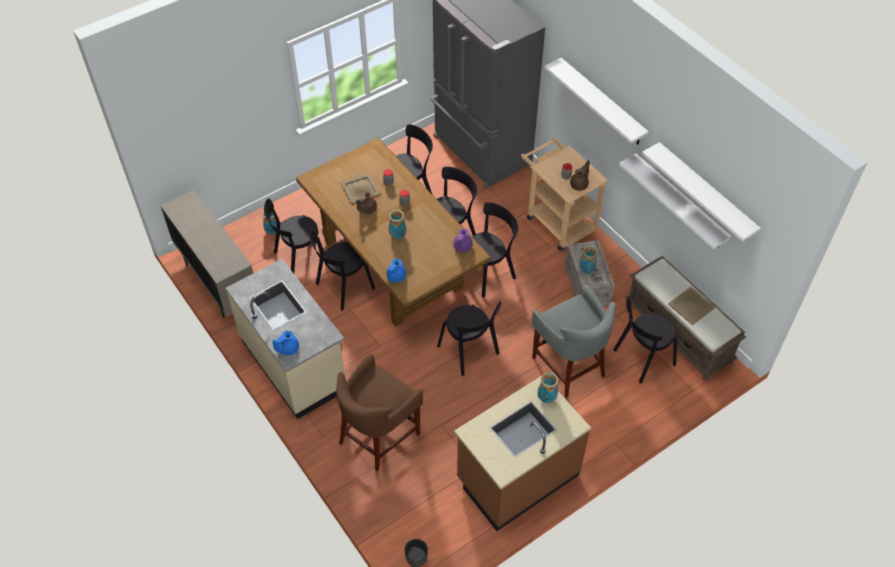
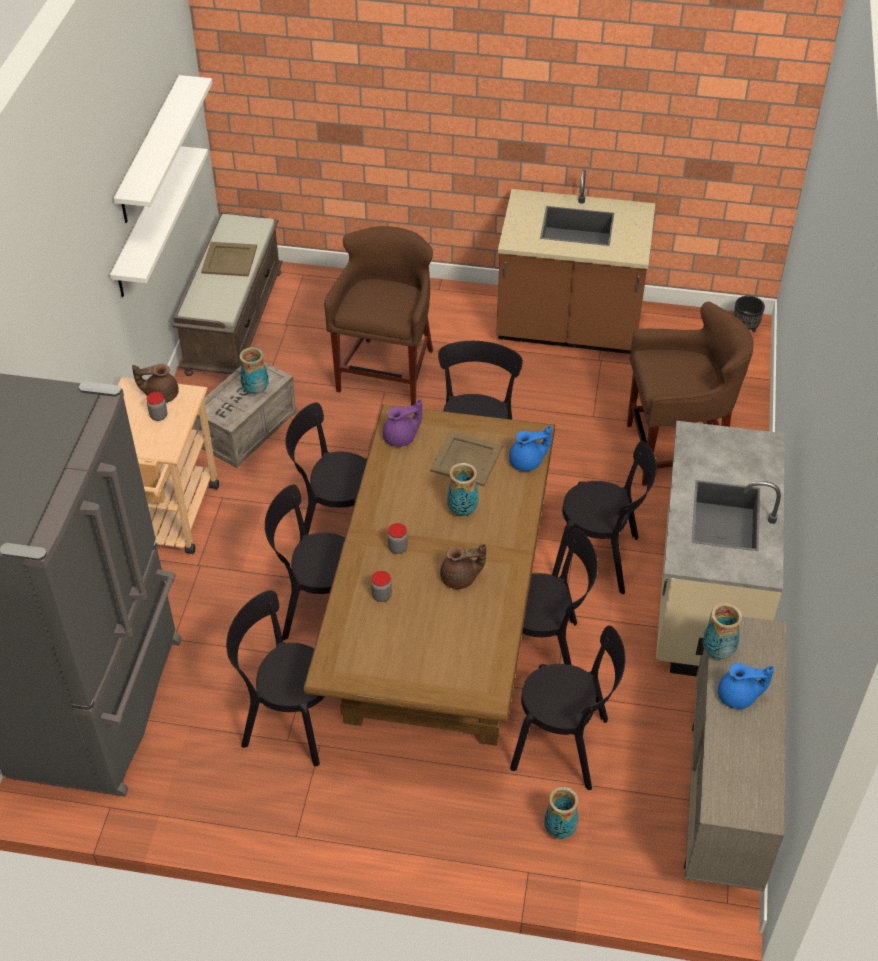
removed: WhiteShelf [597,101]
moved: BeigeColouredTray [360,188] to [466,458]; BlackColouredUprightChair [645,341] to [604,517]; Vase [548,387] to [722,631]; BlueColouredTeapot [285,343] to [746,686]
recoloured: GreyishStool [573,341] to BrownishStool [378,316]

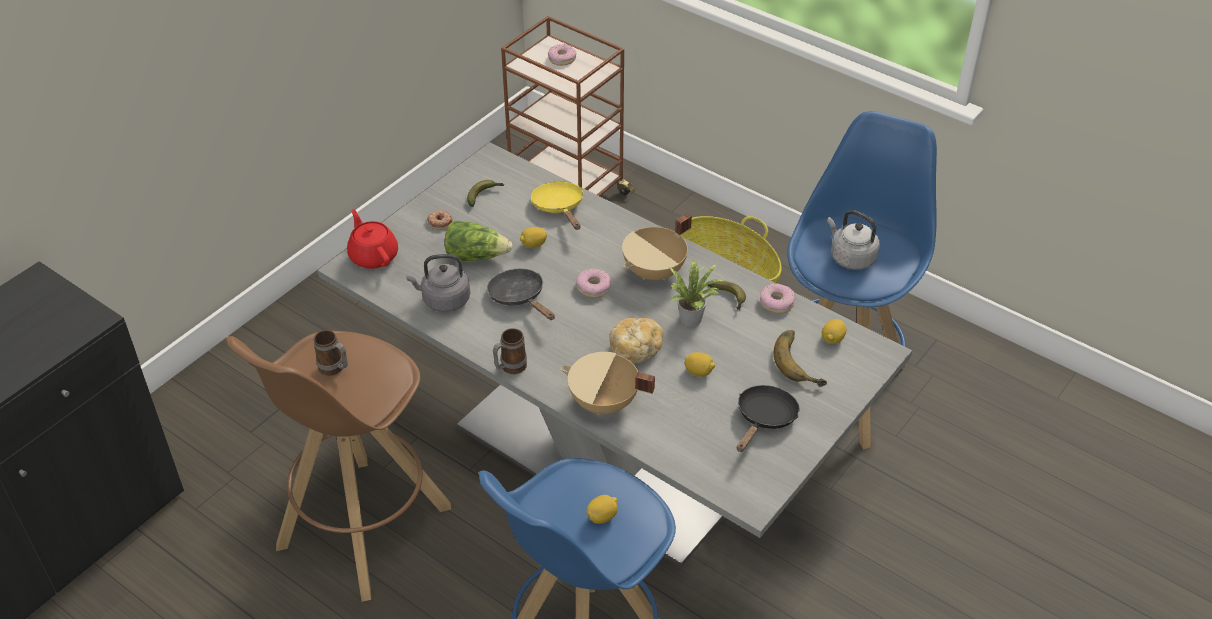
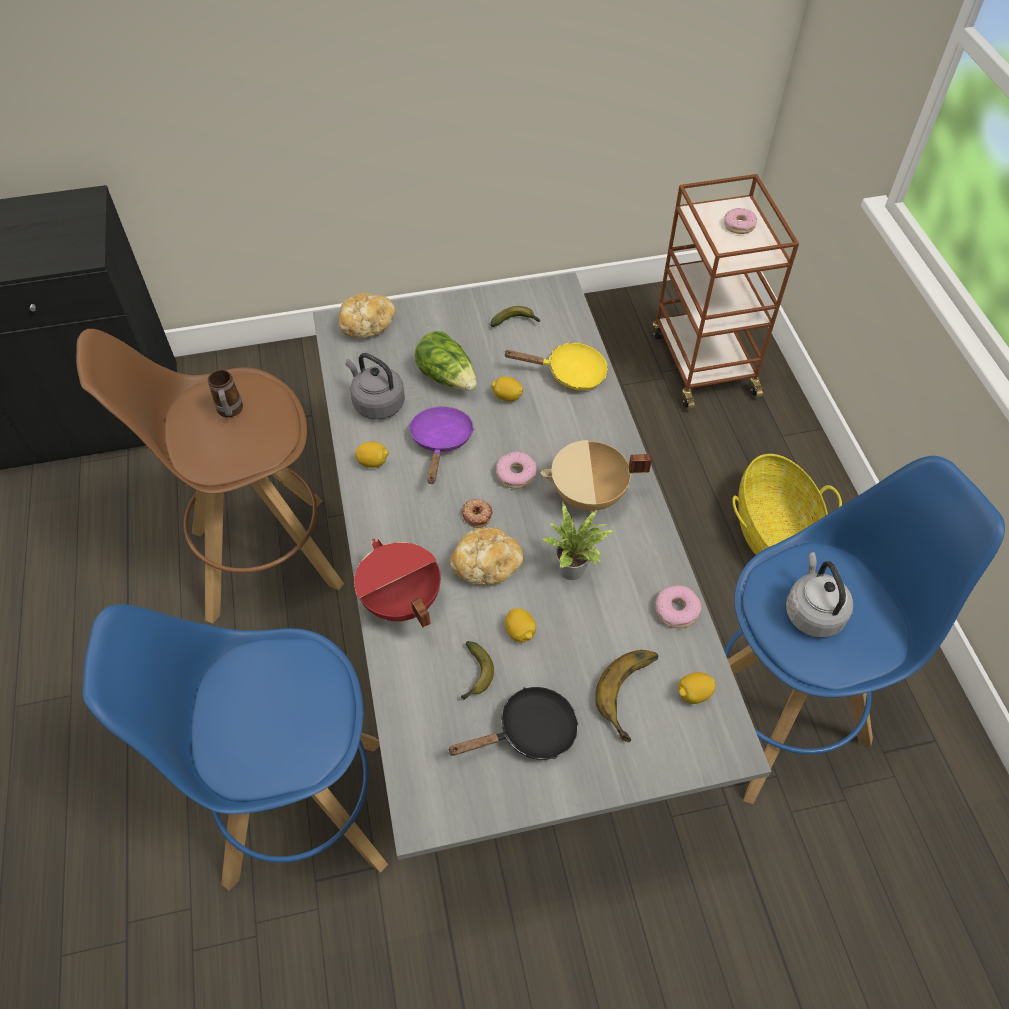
removed: Mug [510,351]
moved: Lemon [602,509] to [372,455]; BananaFruit [727,295] to [477,670]; Doughnut [439,220] to [477,513]
replaced: ReddishTeapot [372,239] to BakeryBread [367,315]
recoloured: BeigeColouredStockpot [608,383] to ReddishStockpot [397,583]; BlackColouredSkillet [521,294] to PurpleSkillet [441,445]
turned: YellowColouredSkillet [557,205] = [555,366] 75 degrees clockwise

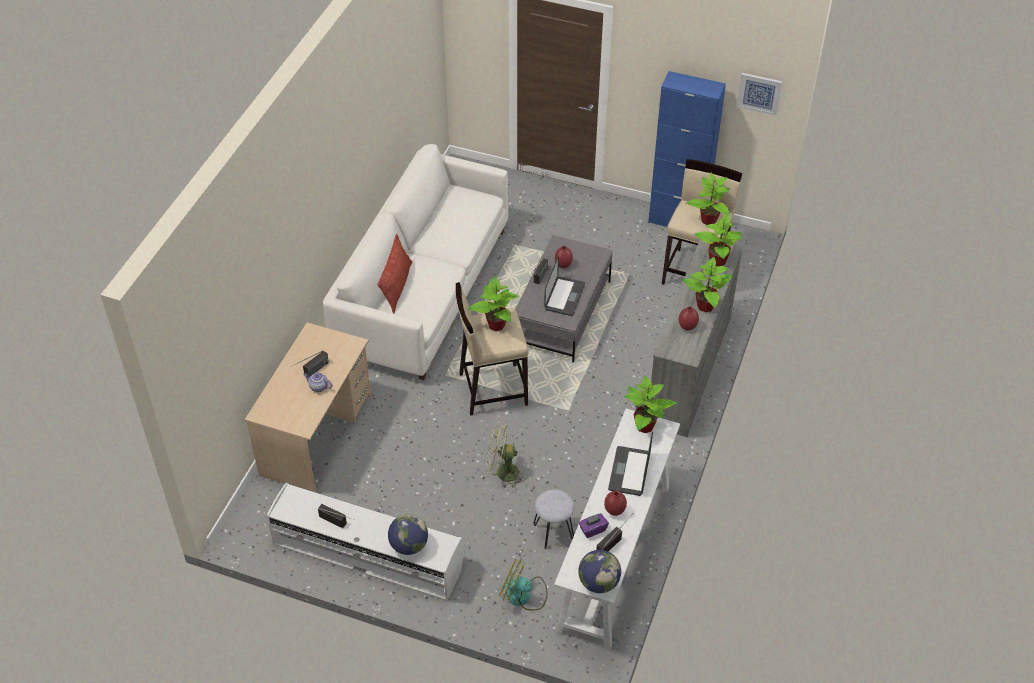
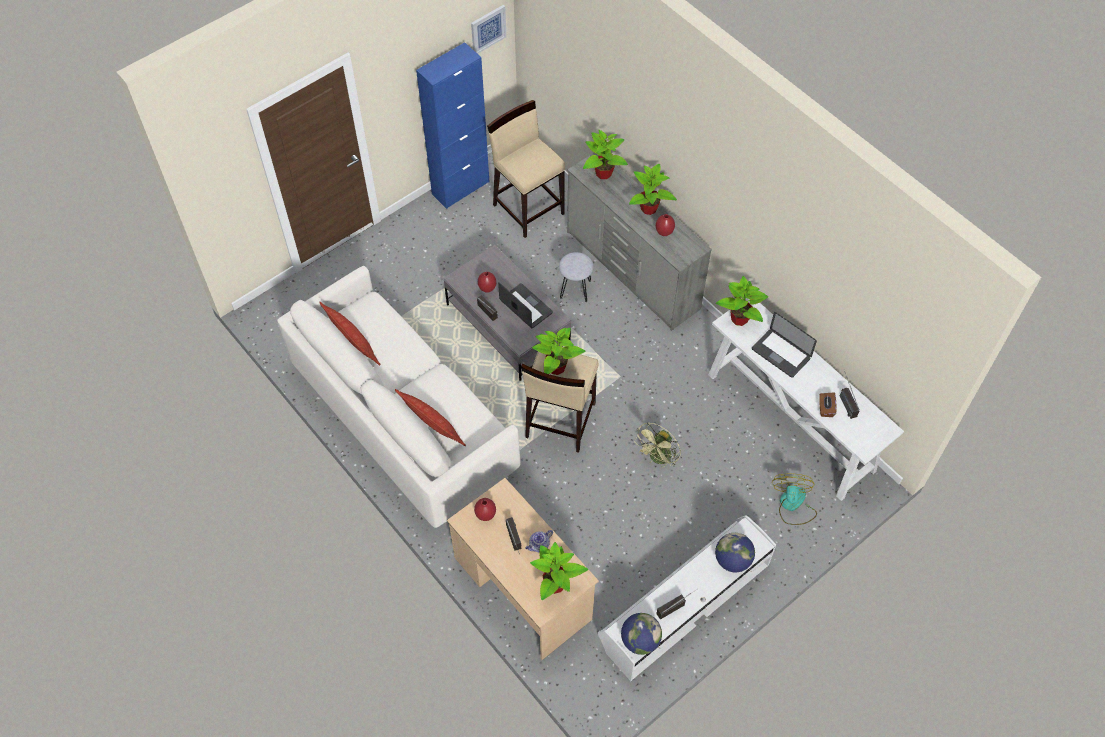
added: ThrowPillow [350,334]
moved: ReddishVase [615,503] to [485,509]; Houseplant [708,198] to [559,571]; GreyishStool [554,519] to [576,277]; DeskGlobe [599,571] to [641,634]
recoloured: PurpleBoxOfTissues [594,525] to BrownishBoxOfTissues [827,405]
turned: ElectricFan [523,584] = [794,499] 135 degrees clockwise

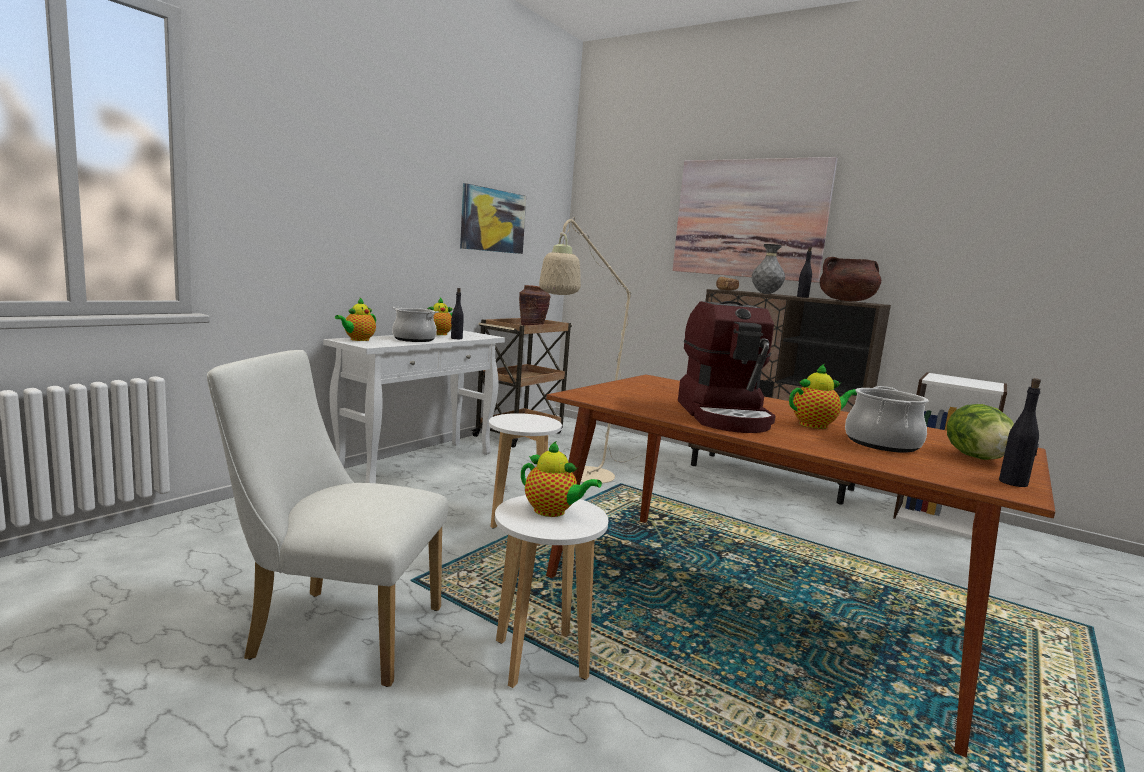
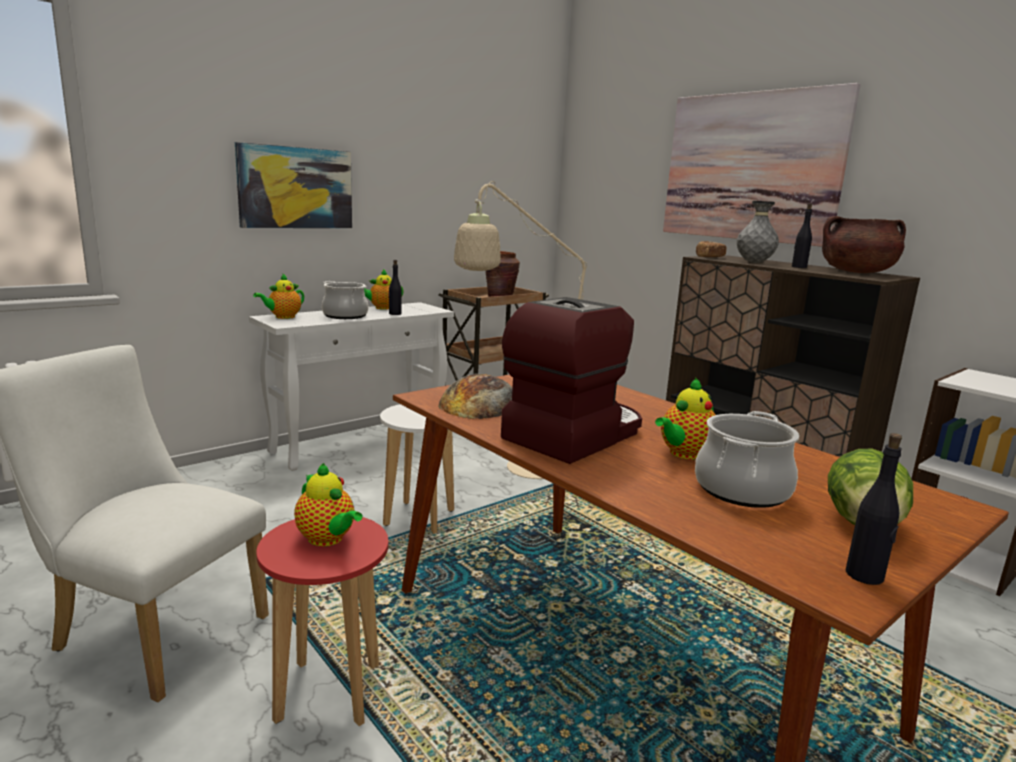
added: BakeryBread [475,396]
moved: Picture [493,218] to [293,185]
recoloured: WhiteStool [551,591] to ReddishStool [322,621]
turned: CoffeeMachine [727,367] = [571,380] 150 degrees counterclockwise; Teapot [823,396] = [685,418] 135 degrees clockwise

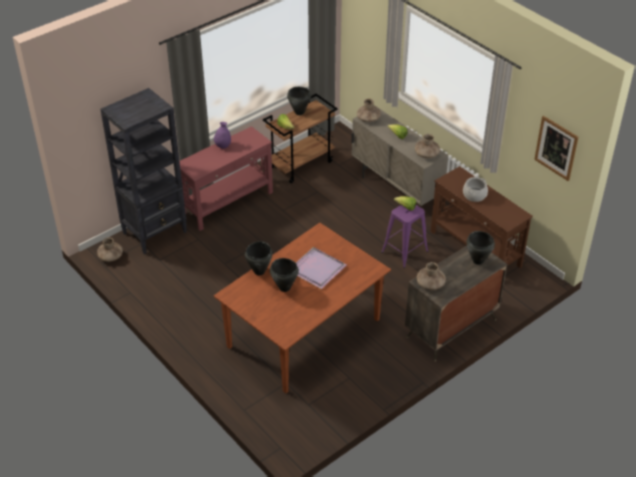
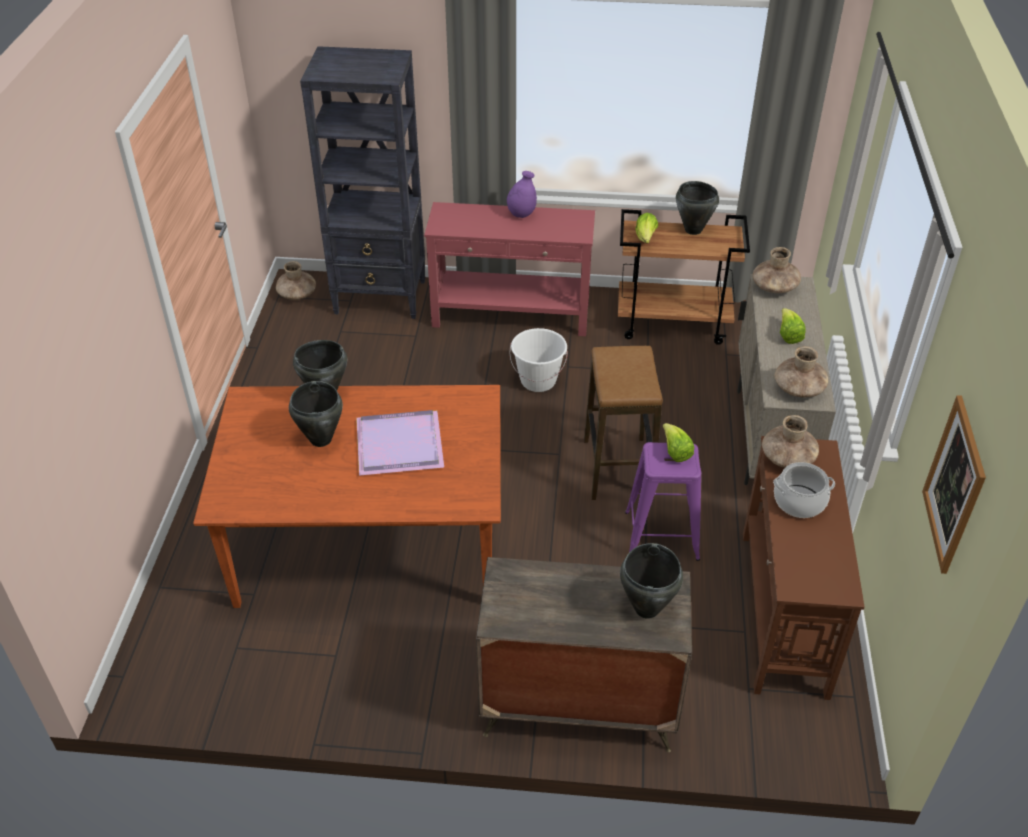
added: WhiteBucket [539,360]; Stool [623,423]
moved: BrownishVase [431,276] to [790,441]

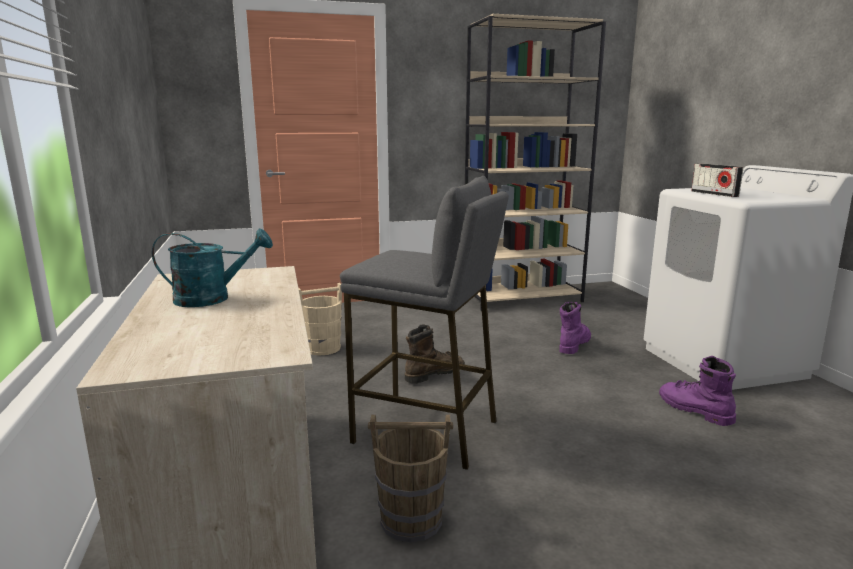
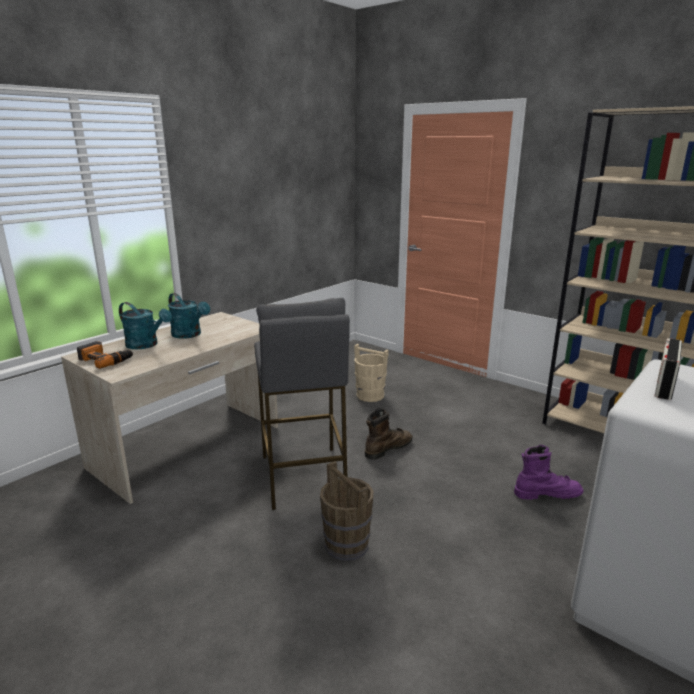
removed: PurpleTallBoot [697,391]
added: PowerDrill [105,355]; TurquoiseColouredWateringCan [145,325]
moved: BrownishBucket [410,478] to [346,511]
turned: BrownishTallBoot [435,354] = [389,434] 60 degrees counterclockwise

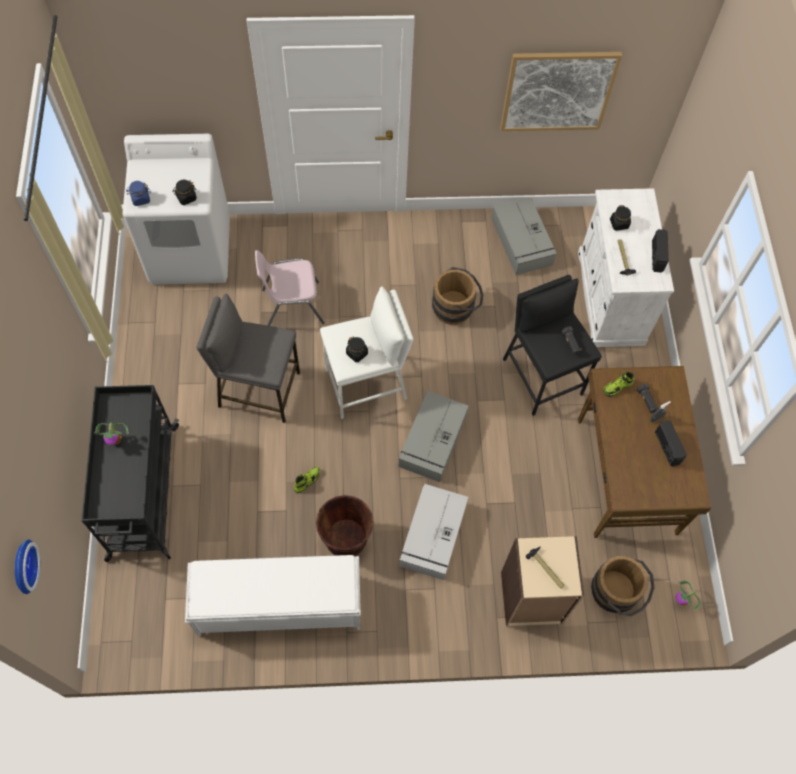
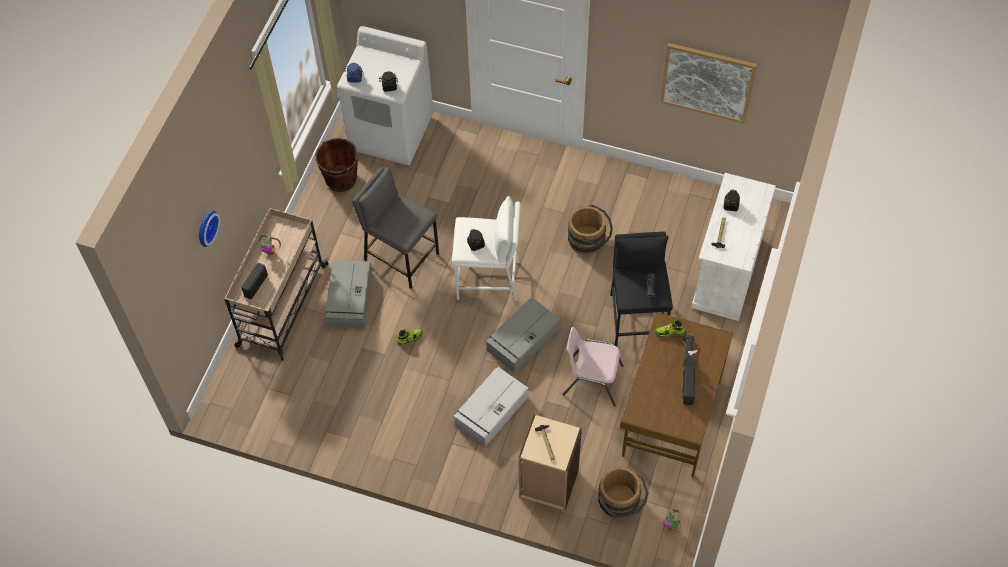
removed: WhiteIndoorBench [273,595]
moved: WallClock [27,566] to [209,229]; RadioReceiver [660,251] to [254,281]; BrownishBucket [345,525] to [336,165]; GreyishStorageBin [524,236] to [348,294]; PinkUprightChair [290,288] to [593,367]
recoloured: BlackColouredCart [130,473] to BeigeColouredCart [276,284]

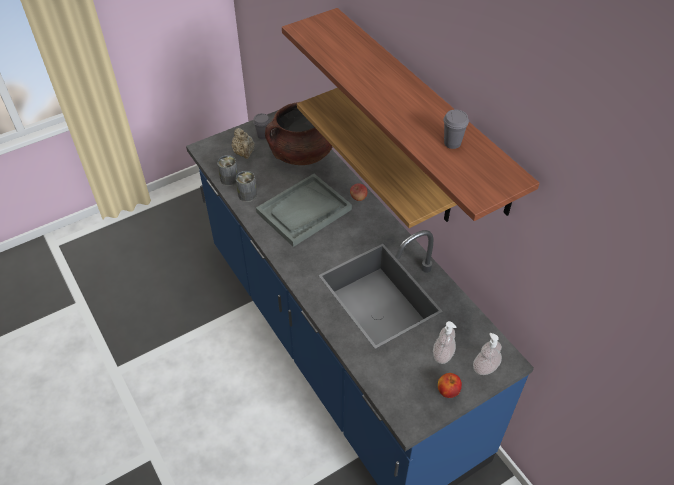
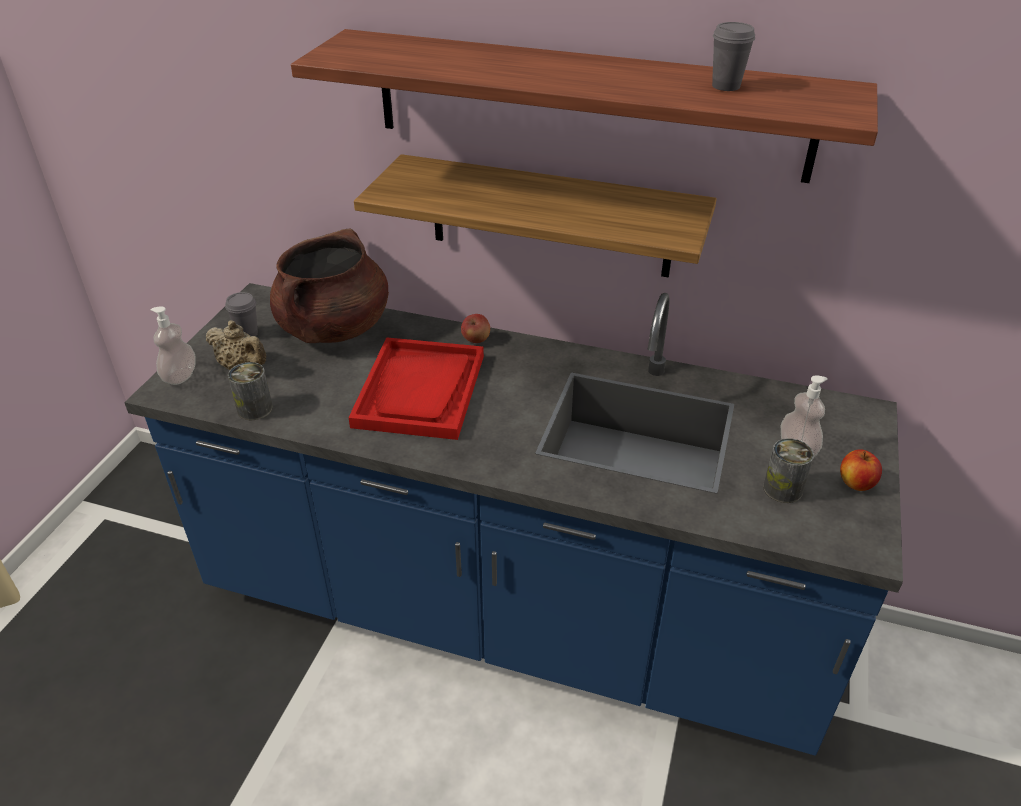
moved: LiquidSoapBottle [487,354] to [173,345]; Can [246,186] to [788,470]
recoloured: GreyishTray [304,210] to ReddishTray [416,388]

